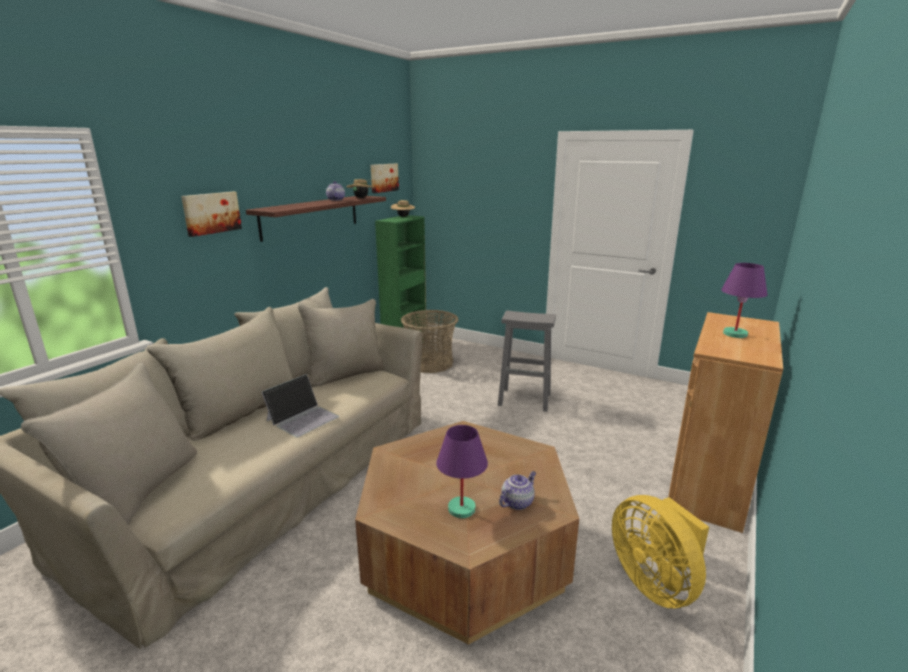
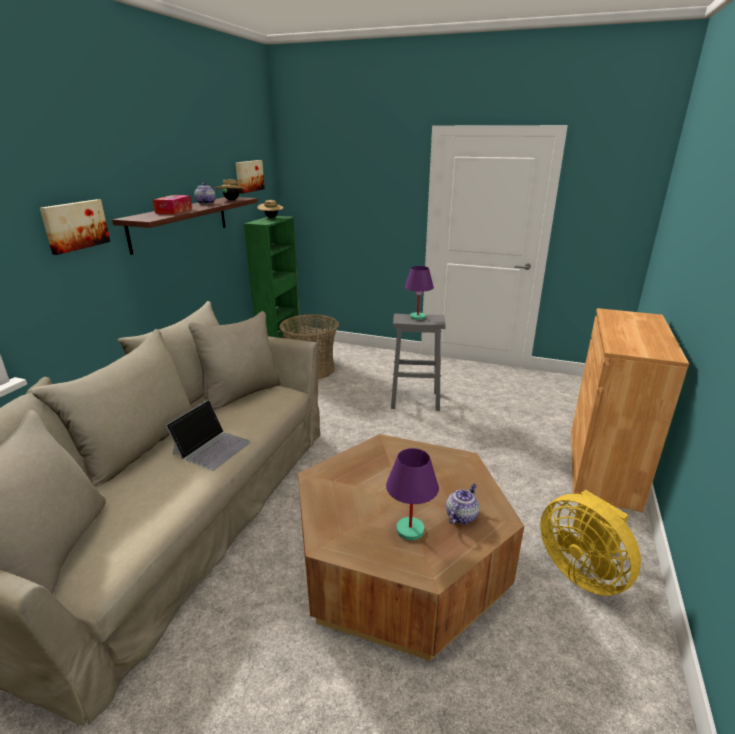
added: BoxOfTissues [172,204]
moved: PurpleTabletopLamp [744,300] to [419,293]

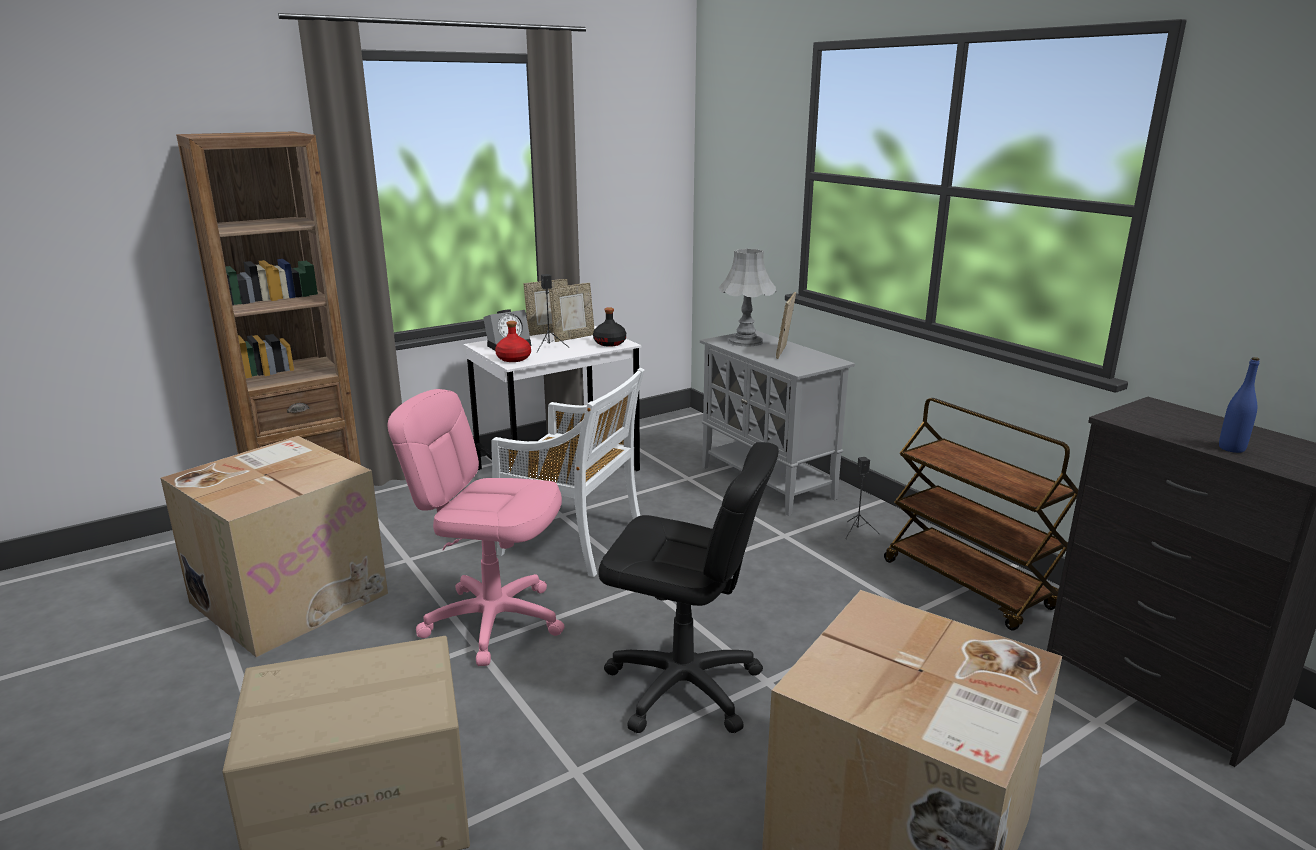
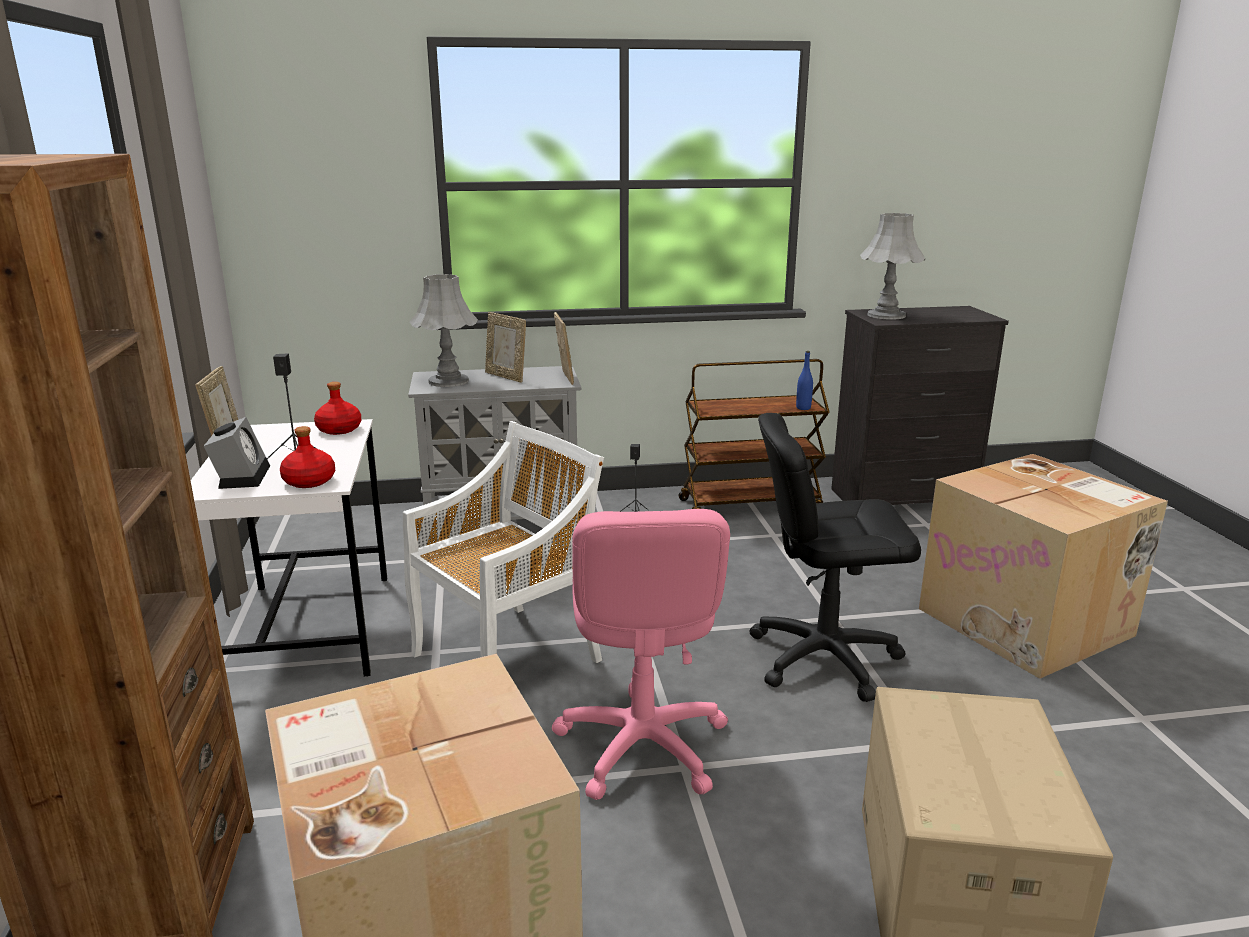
added: GreyishTabletopLamp [892,266]
moved: PhotoFrame [571,312] to [564,348]; BlueColouredBottle [1239,405] to [804,380]
recoloured: BlackColouredBottle [609,327] to ReddishBottle [337,408]
turned: PinkComputerChair [476,527] = [641,654] 45 degrees counterclockwise; BlackColouredComputerChair [688,588] = [835,557] 135 degrees counterclockwise

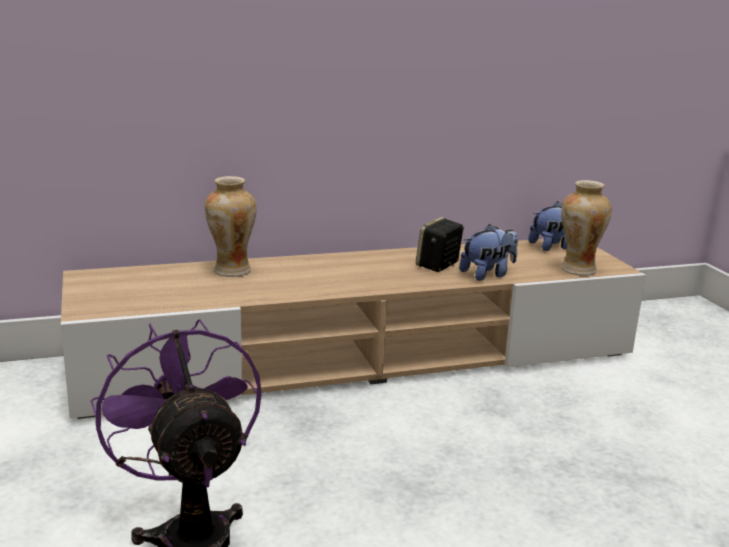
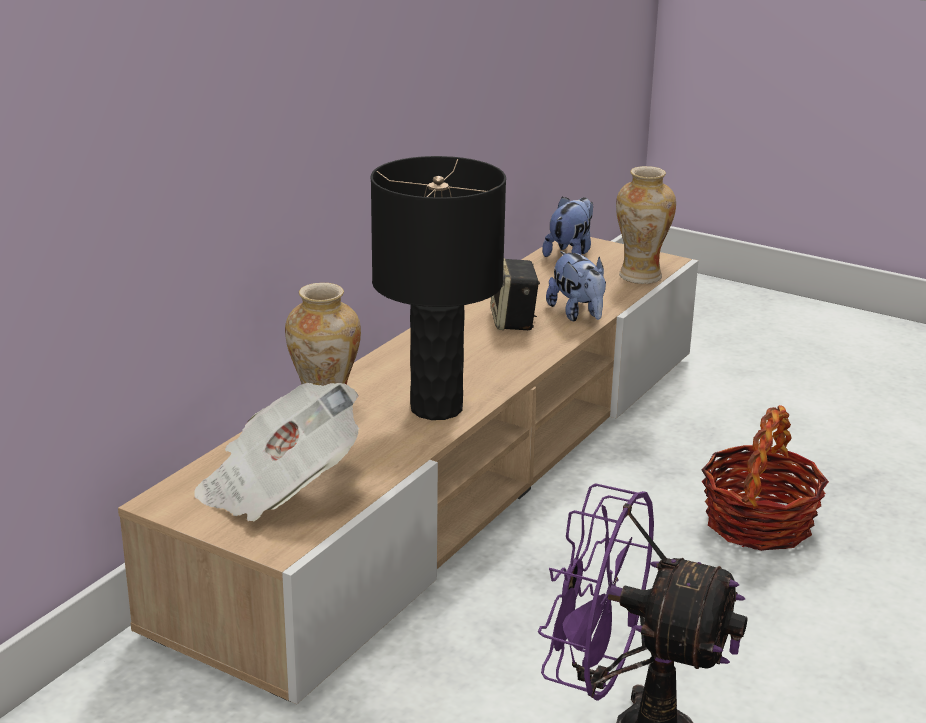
added: PrintedPaper [277,452]; BlackColouredTabletopLamp [438,288]; Basket [765,478]
turned: PlushToy [488,252] = [576,286] 135 degrees clockwise

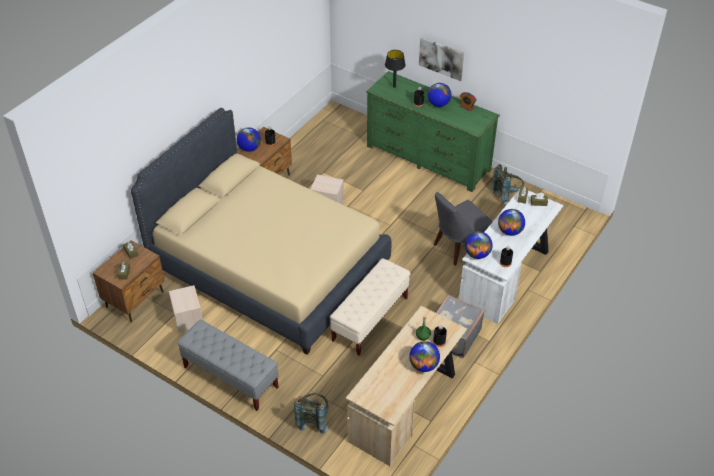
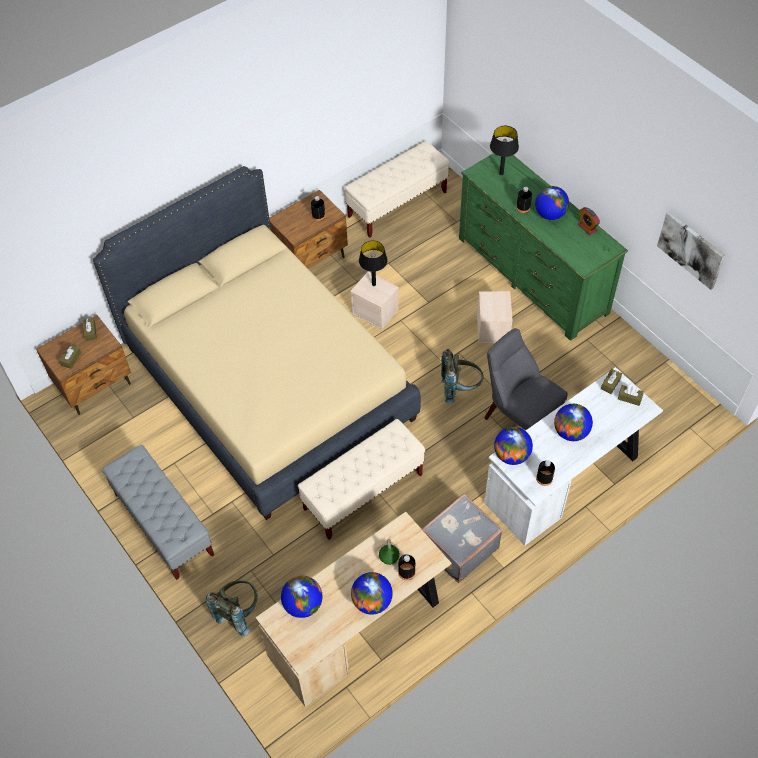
added: BeigeColouredIndoorBench [397,189]; BlackColouredTabletopLamp [373,263]
moved: DeskGlobe [249,139] to [301,597]; GreyishBackpack [508,184] to [462,376]; BeigeColouredStorageBin [186,309] to [495,317]; Picture [441,59] to [691,250]
turned: GreyishUprightChair [463,229] = [526,379] 60 degrees clockwise

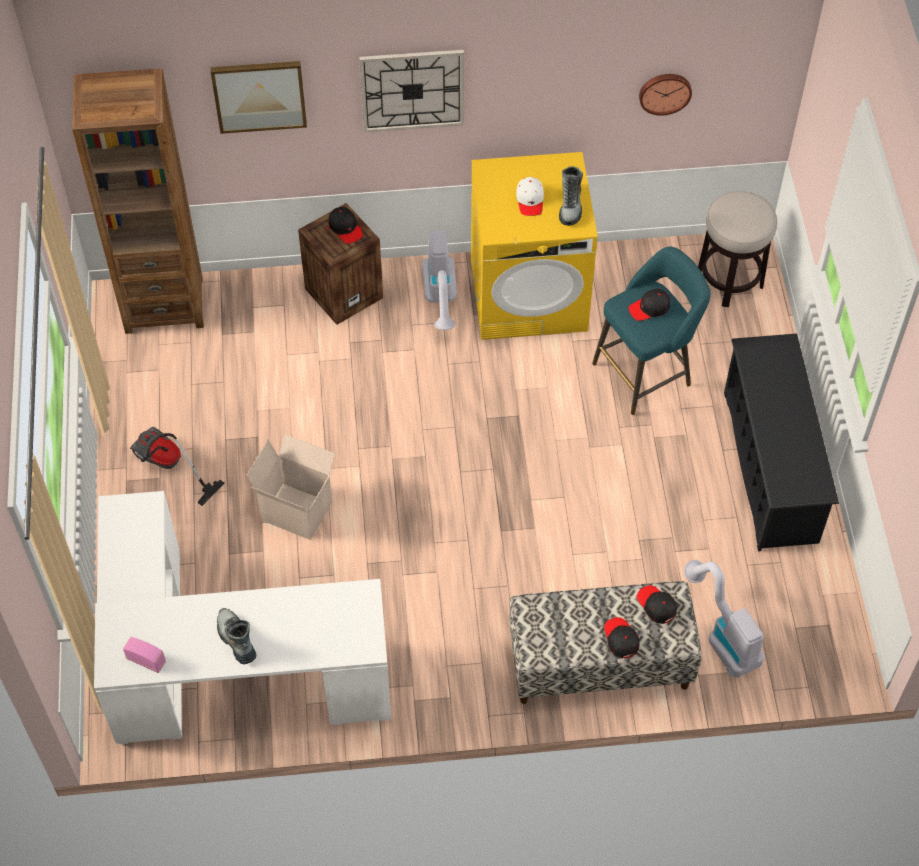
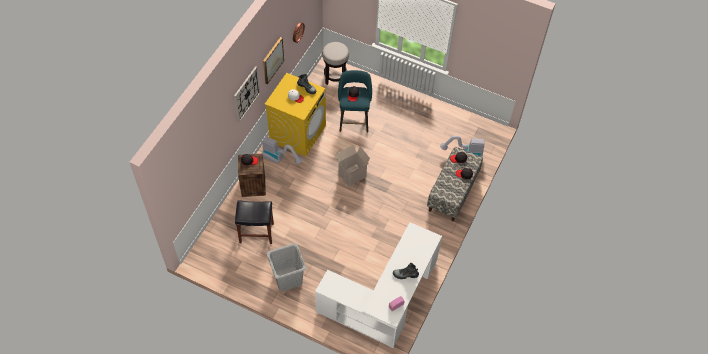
removed: BrownishBookcase [138,201]; BlackColouredShoeStand [781,442]
added: BlackColouredStool [254,222]
moved: Picture [258,97] to [273,60]; Carton [291,487] to [352,165]
replaced: VacuumCleaner [177,466] to GreyishLaundryBasket [286,267]

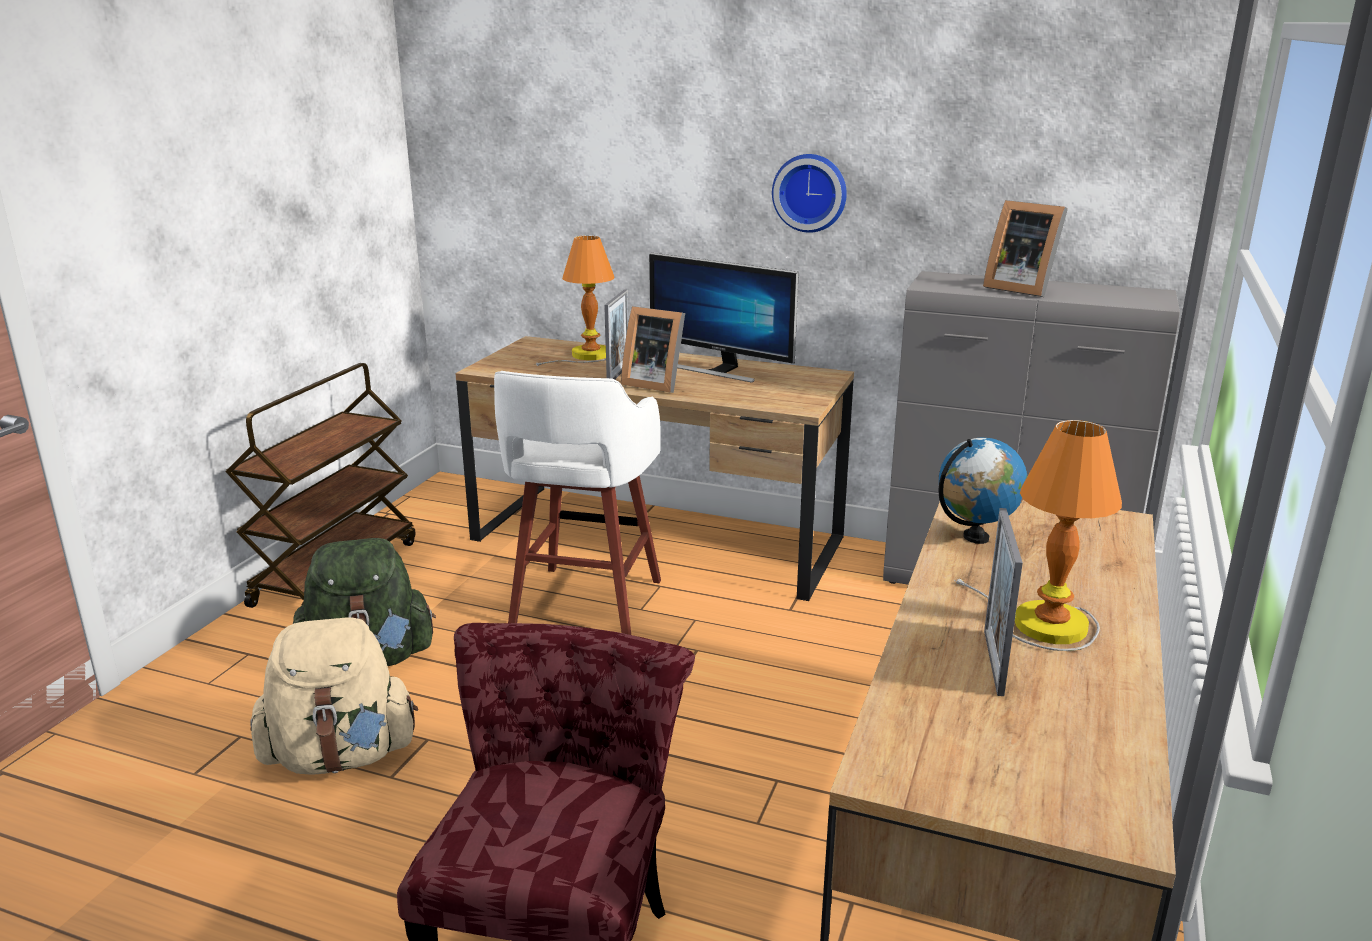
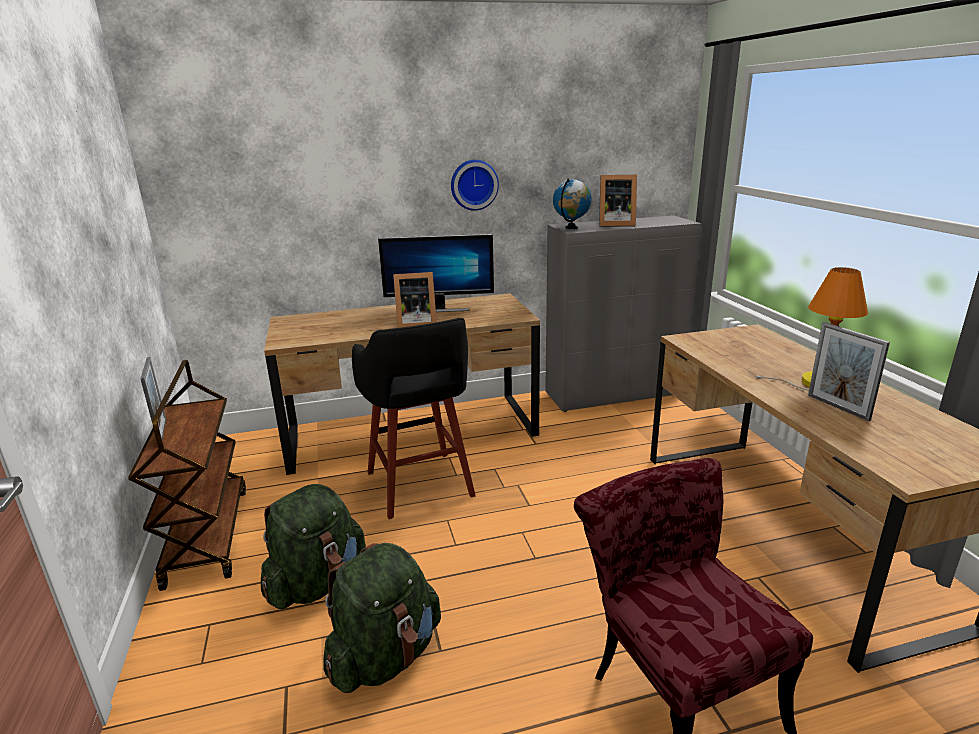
removed: TabletopLamp [574,300]
moved: PhotoFrame [616,334] to [153,399]; DeskGlobe [982,491] to [572,203]
recoloured: BeigeColouredBackpack [334,696] to GreenishBackpack [382,618]; WhiteStool [577,503] to BlackColouredStool [414,418]

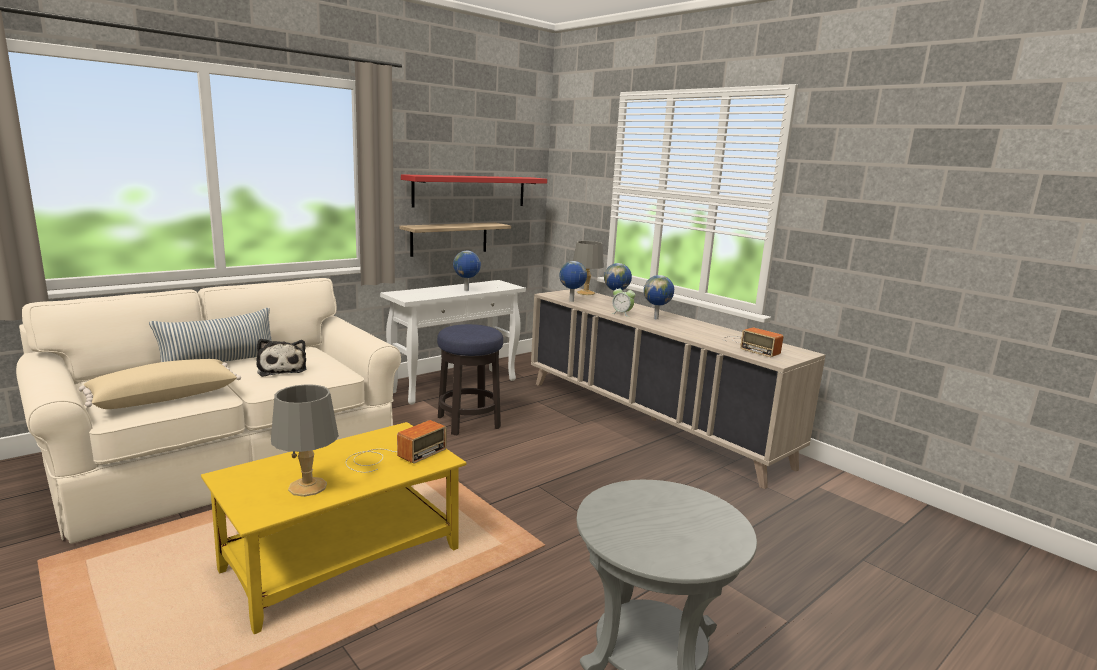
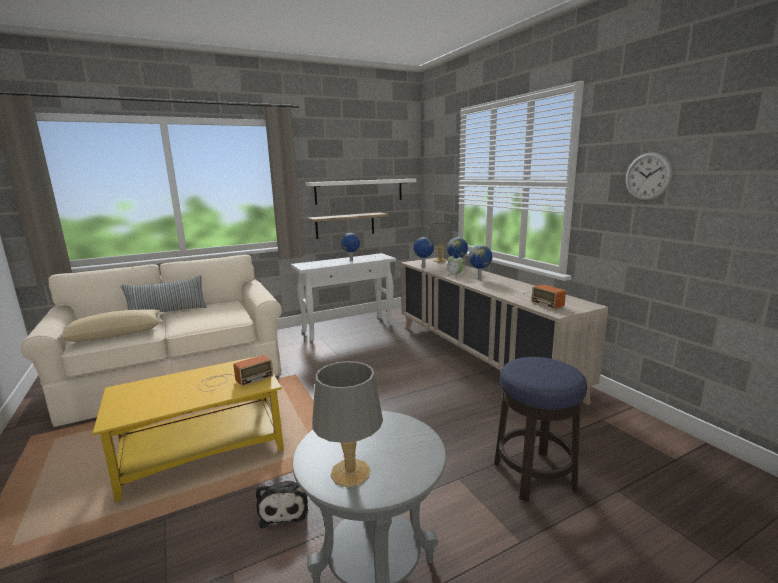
added: WallClock [649,176]
moved: PlushToy [282,358] to [282,504]; GreyishTabletopLamp [305,440] to [347,424]; Stool [470,380] to [540,429]
recoloured: ReddishShelf [474,191] to WhiteShelf [361,192]

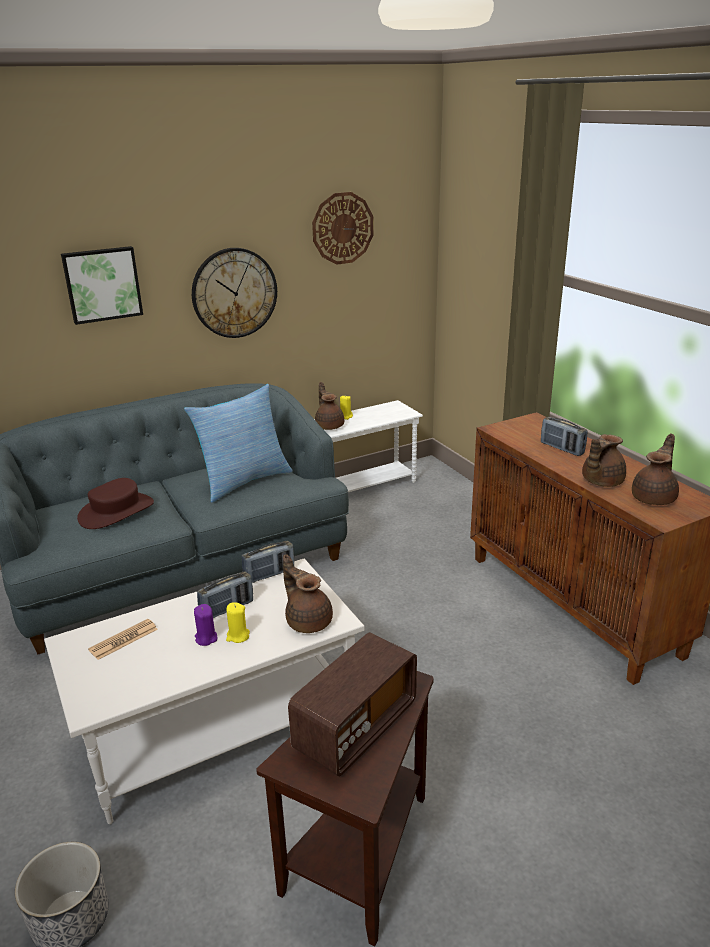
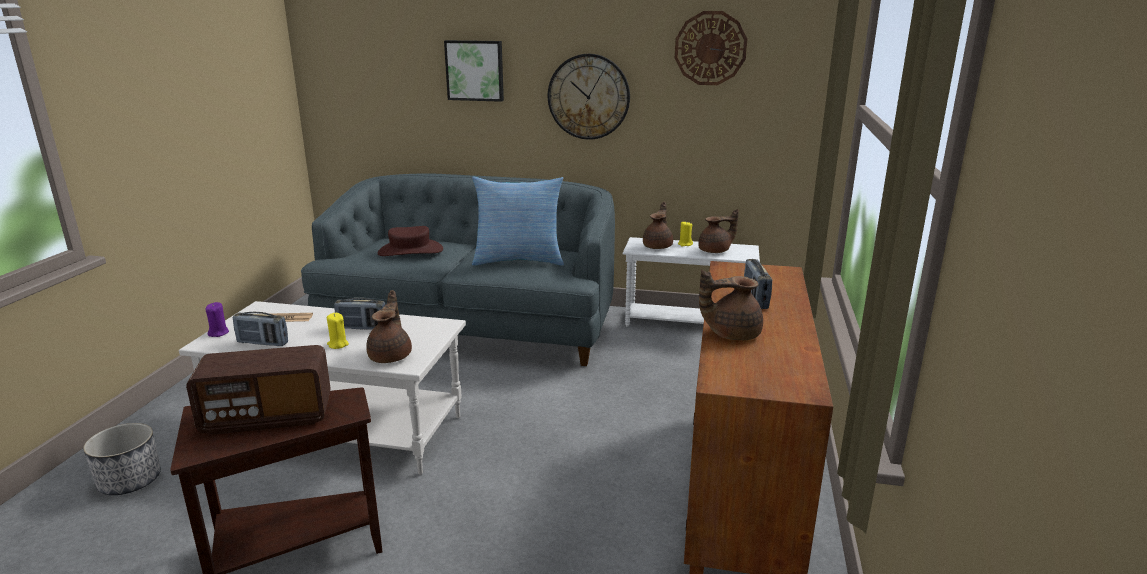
moved: PurpleWaxLight [205,625] to [217,319]; RadioReceiver [268,562] to [260,329]; BrownishTeapot [655,469] to [718,231]

